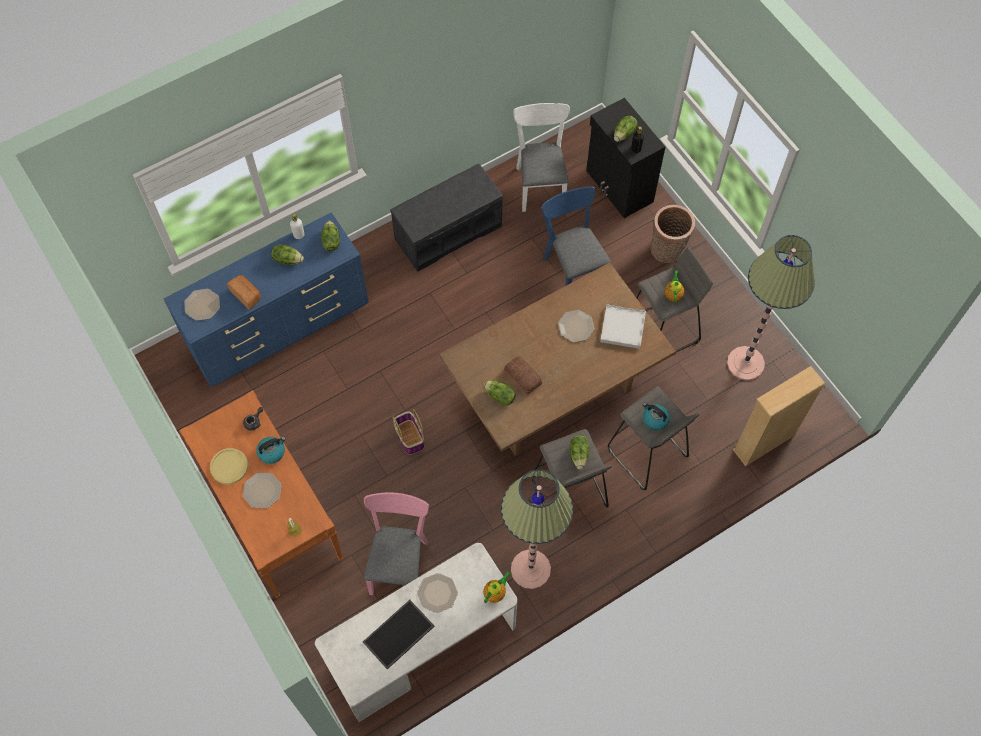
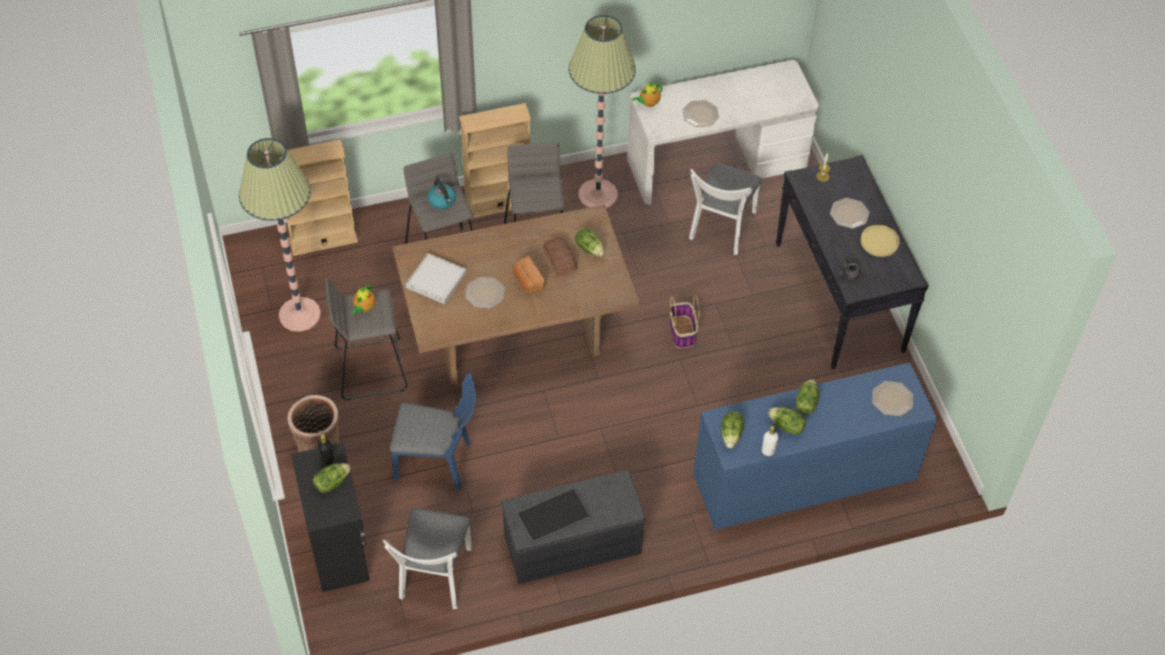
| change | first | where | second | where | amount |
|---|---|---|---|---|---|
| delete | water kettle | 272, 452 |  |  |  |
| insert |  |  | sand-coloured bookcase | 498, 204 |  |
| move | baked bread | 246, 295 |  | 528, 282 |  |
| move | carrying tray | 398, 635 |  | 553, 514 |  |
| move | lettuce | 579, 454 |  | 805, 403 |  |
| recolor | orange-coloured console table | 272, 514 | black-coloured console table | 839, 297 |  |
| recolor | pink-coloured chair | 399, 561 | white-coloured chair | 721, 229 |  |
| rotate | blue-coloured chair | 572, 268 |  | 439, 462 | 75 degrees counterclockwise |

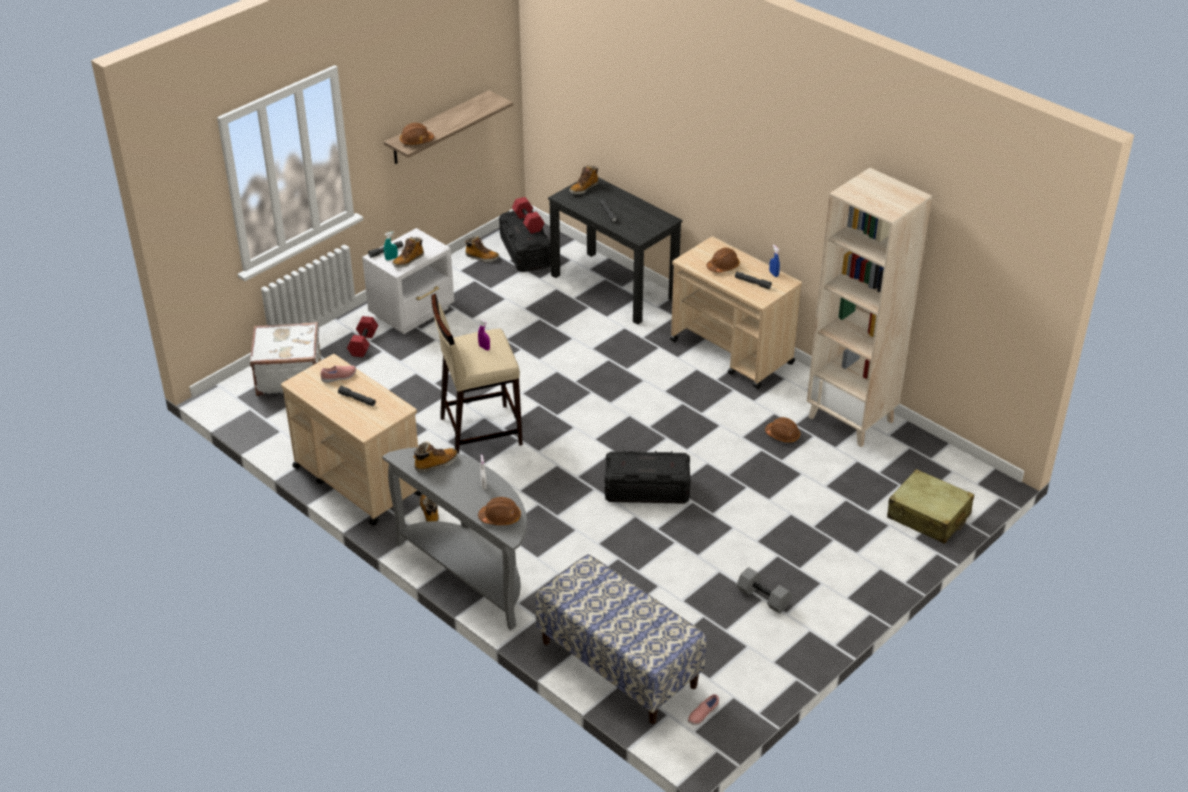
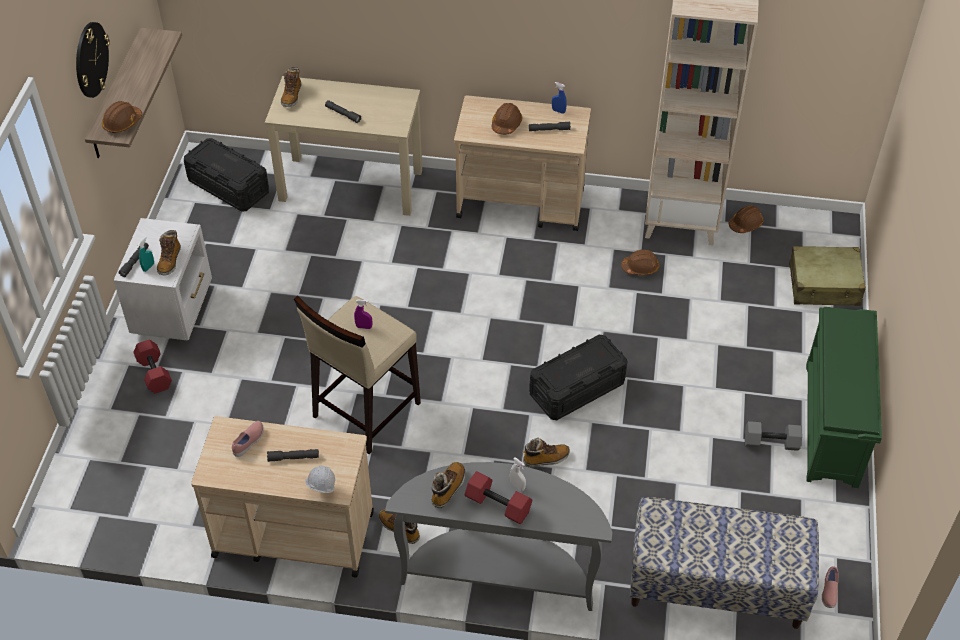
| change | first | where | second | where | amount |
|---|---|---|---|---|---|
| delete | white-coloured piece of luggage | 289, 376 |  |  |  |
| insert |  |  | clock on the wall | 91, 59 |  |
| insert |  |  | white-coloured hard hat | 320, 491 |  |
| insert |  |  | green shoe stand | 832, 425 |  |
| move | tall boot | 481, 257 |  | 546, 458 |  |
| move | brown hard hat | 500, 517 |  | 745, 224 |  |
| move | red dumbbell | 529, 222 |  | 499, 504 |  |
| recolor | black-coloured desk | 614, 287 | sand-coloured desk | 351, 185 |  |

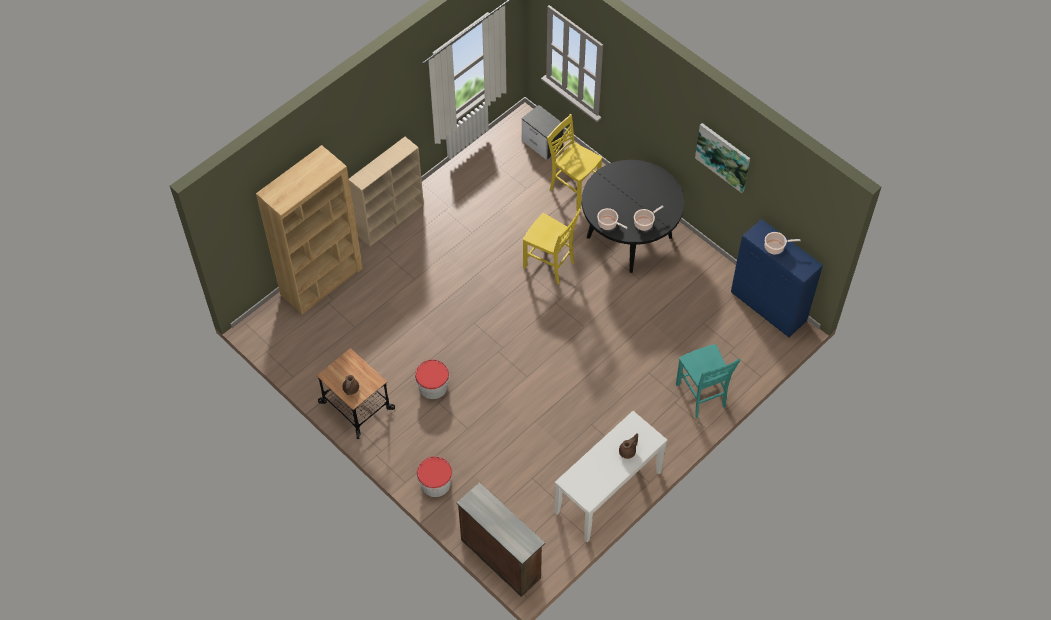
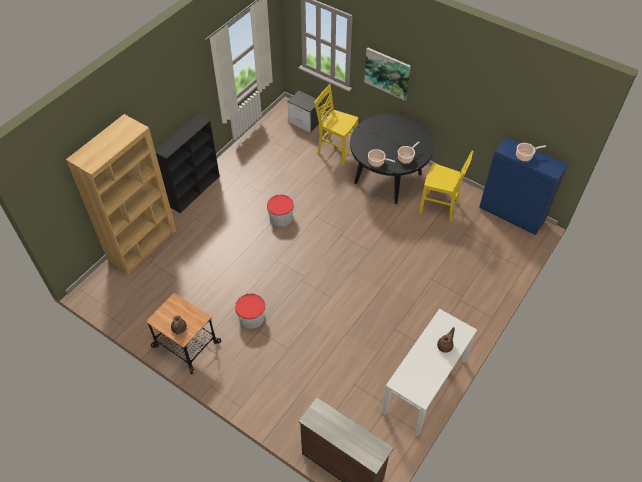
| change | first | where | second | where | amount |
|---|---|---|---|---|---|
| delete | turquoise-coloured chair | 701, 396 |  |  |  |
| move | water bucket | 435, 483 |  | 281, 217 |  |
| move | yellow chair | 550, 265 |  | 439, 208 |  |
| move | wall art | 723, 157 |  | 387, 73 |  |
| recolor | sand-coloured bookcase | 391, 219 | black-coloured bookcase | 194, 190 |  |

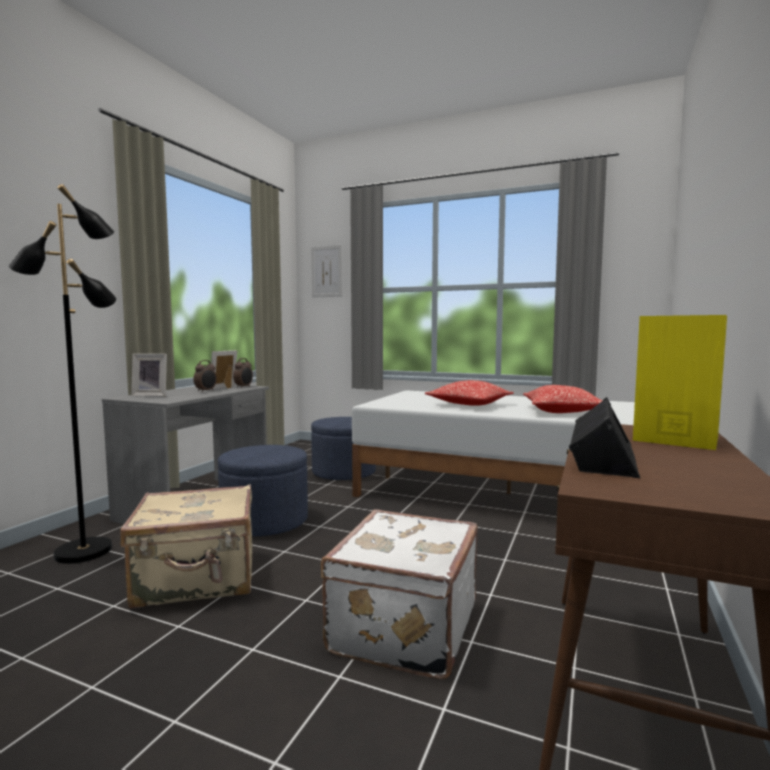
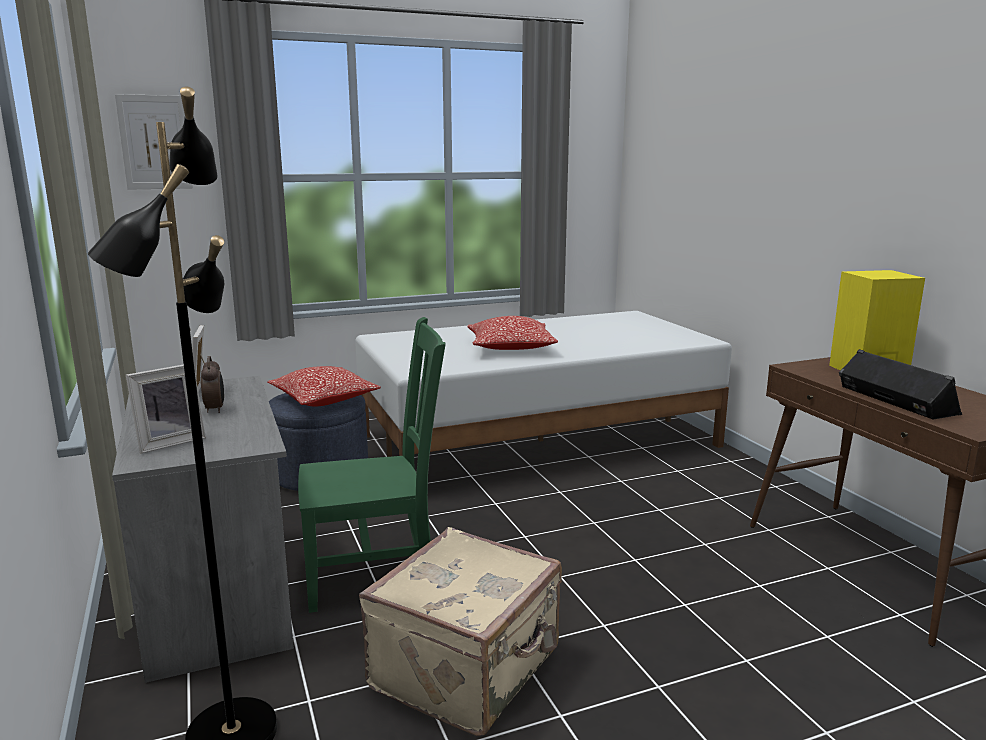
| change | first | where | second | where | amount |
|---|---|---|---|---|---|
| delete | bedside clock | 244, 387 |  |  |  |
| delete | white-coloured piece of luggage | 401, 627 |  |  |  |
| move | pillow | 562, 411 |  | 324, 399 |  |
| replace | blue-coloured ottoman | 264, 521 | green chair | 377, 574 |  |

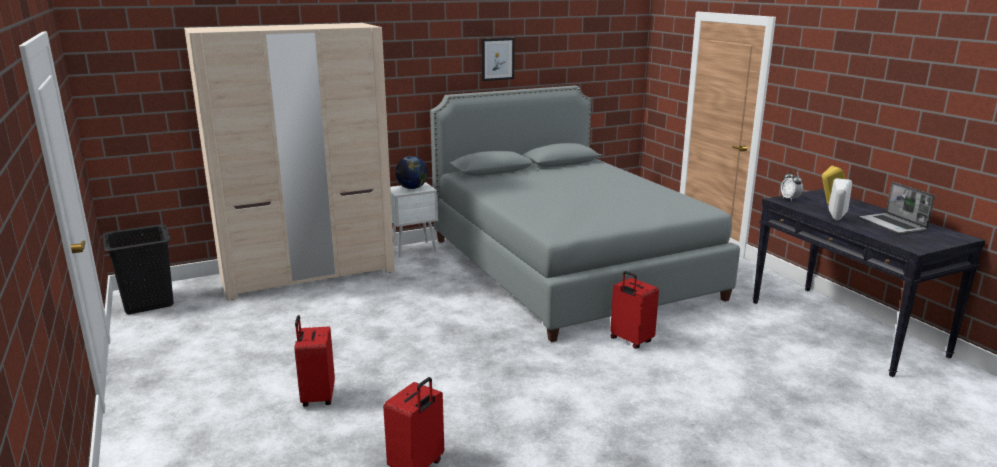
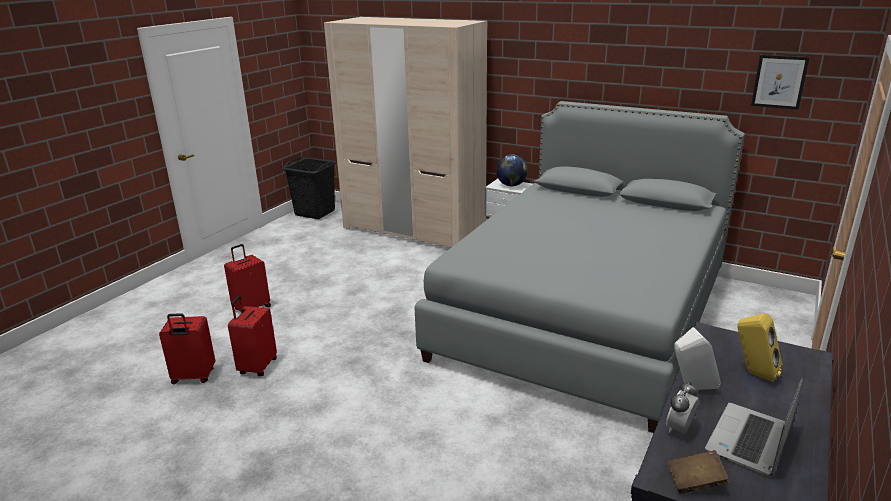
| change | first | where | second | where | amount |
|---|---|---|---|---|---|
| insert |  |  | brown book | 695, 482 |  |
| move | wall art | 497, 59 |  | 779, 81 |  |
| move | red piece of luggage | 630, 341 |  | 257, 367 |  |
| move | bedside clock | 790, 199 |  | 679, 429 |  |

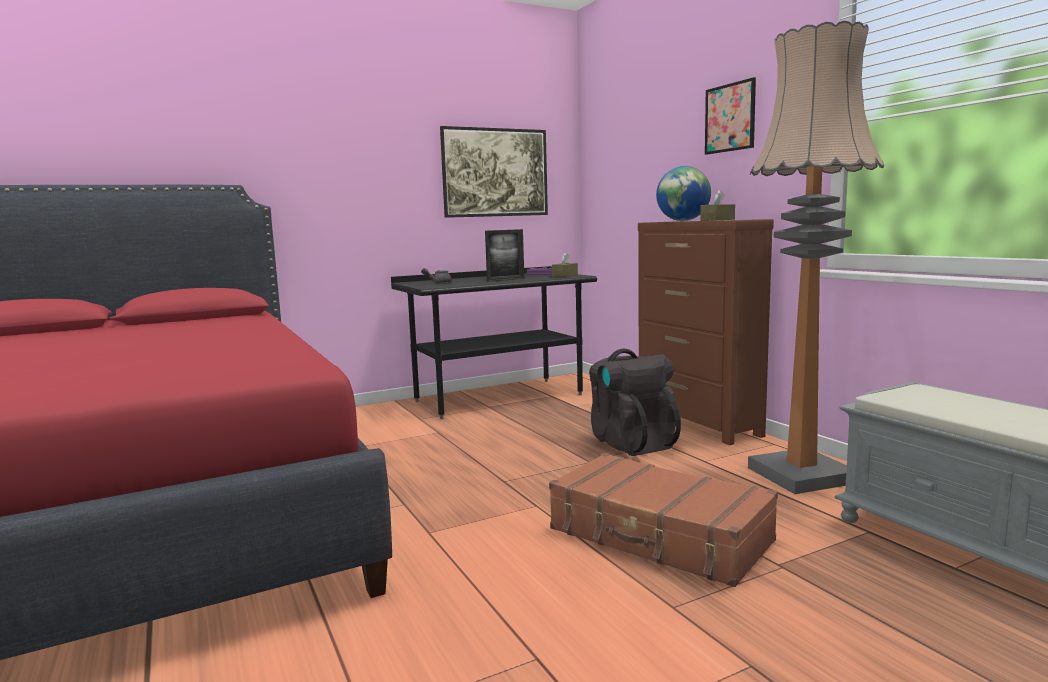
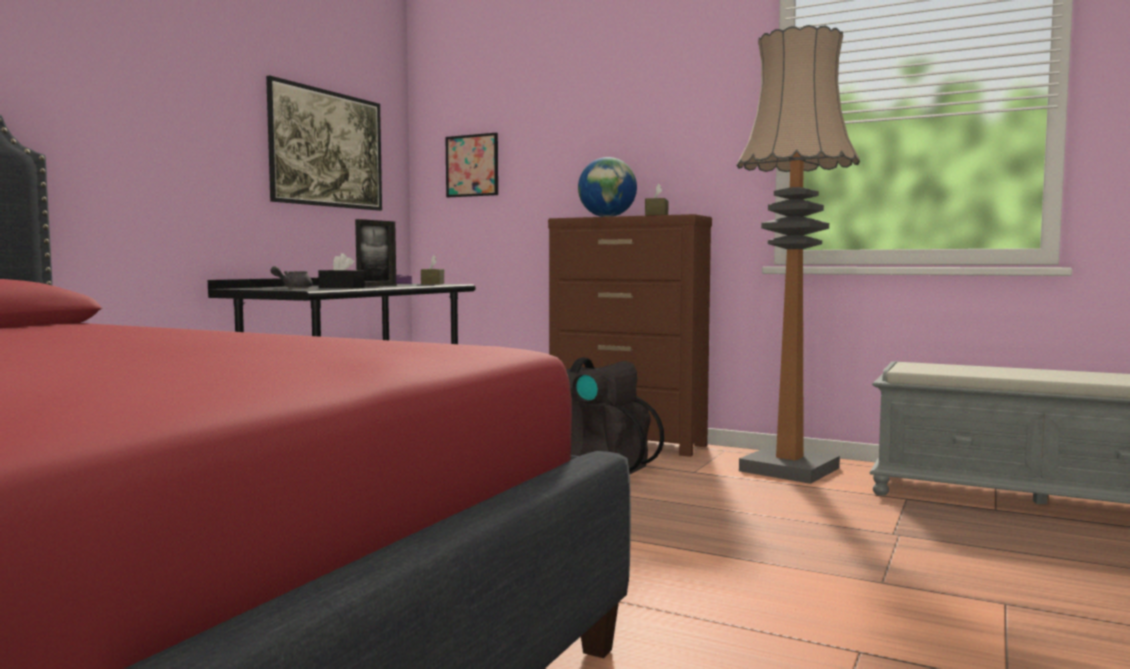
| change | first | where | second | where | amount |
|---|---|---|---|---|---|
| delete | brown piece of luggage | 659, 536 |  |  |  |
| insert |  |  | black-coloured tissue box | 341, 287 |  |
| move | wall art | 730, 118 |  | 472, 165 |  |

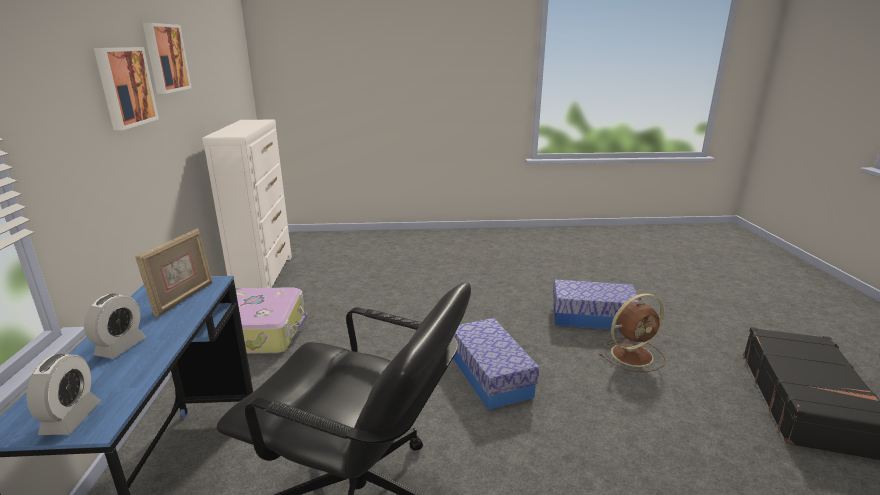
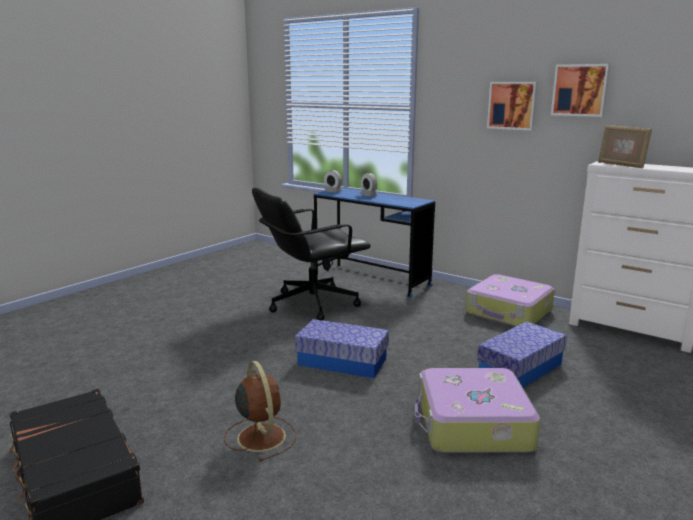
| change | first | where | second | where | amount |
|---|---|---|---|---|---|
| insert |  |  | piece of luggage | 472, 425 |  |
| move | standing frame | 183, 299 |  | 621, 165 |  |
| move | storage container | 592, 317 |  | 520, 369 |  |
| rotate | brown electric fan | 633, 354 |  | 260, 436 | 135 degrees clockwise |

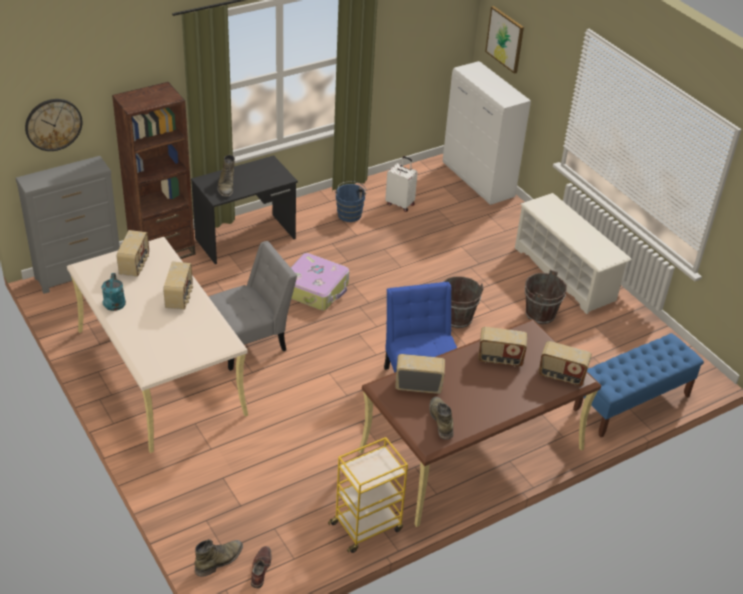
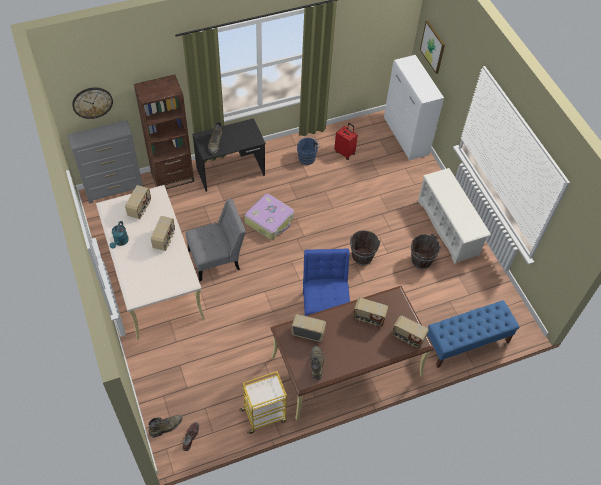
| change | first | where | second | where | amount |
|---|---|---|---|---|---|
| recolor | white-coloured piece of luggage | 400, 204 | red piece of luggage | 345, 152 |  |

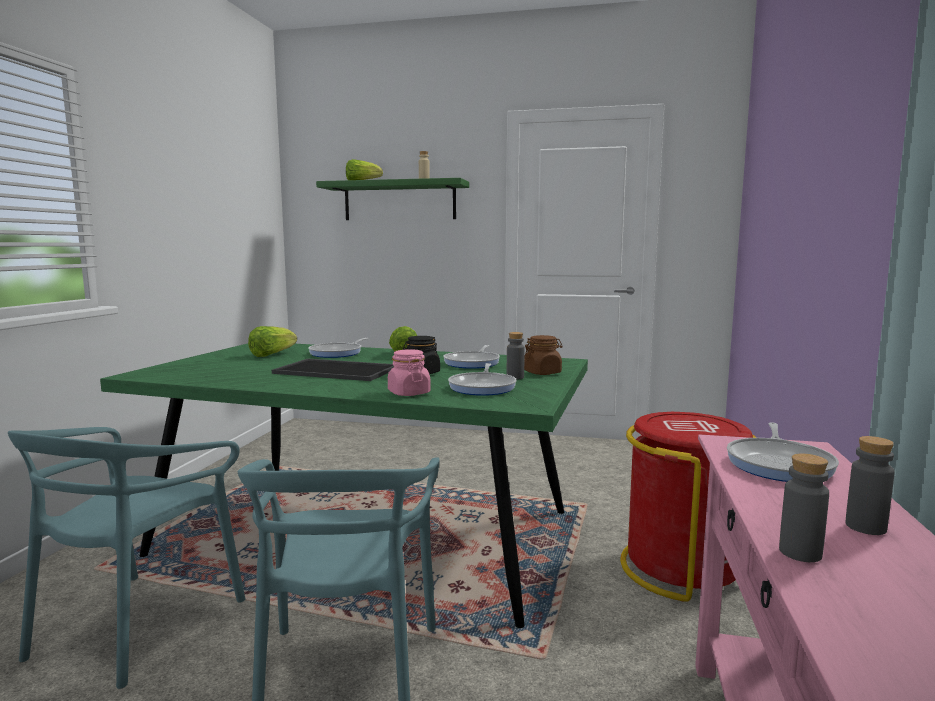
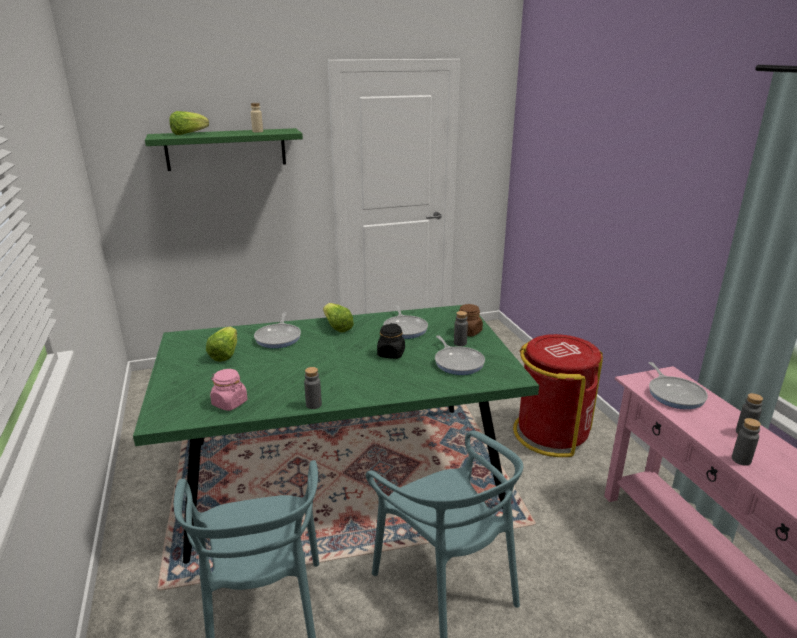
| change | first | where | second | where | amount |
|---|---|---|---|---|---|
| delete | carrying tray | 338, 370 |  |  |  |
| insert |  |  | greyish beverage bottle | 313, 405 |  |
| move | pink-coloured preserve jar | 408, 393 |  | 229, 403 |  |

